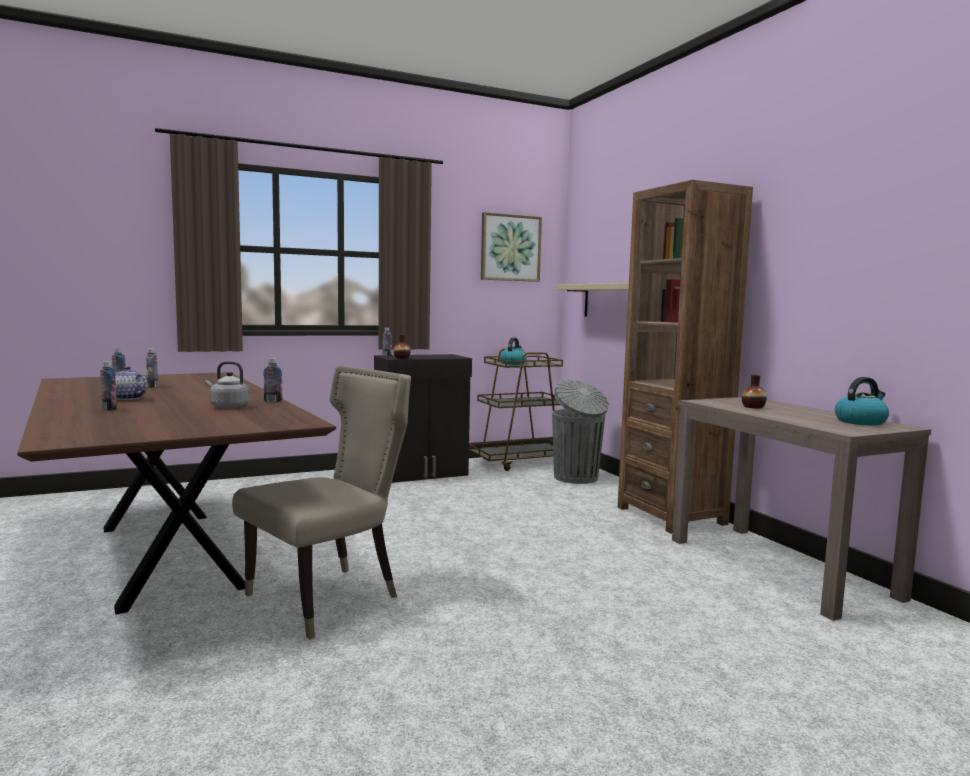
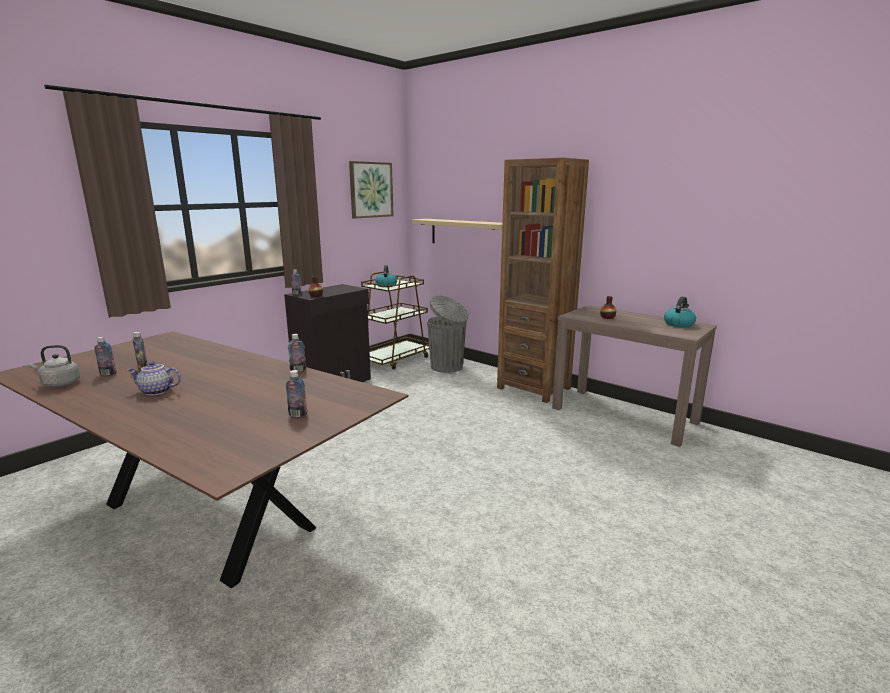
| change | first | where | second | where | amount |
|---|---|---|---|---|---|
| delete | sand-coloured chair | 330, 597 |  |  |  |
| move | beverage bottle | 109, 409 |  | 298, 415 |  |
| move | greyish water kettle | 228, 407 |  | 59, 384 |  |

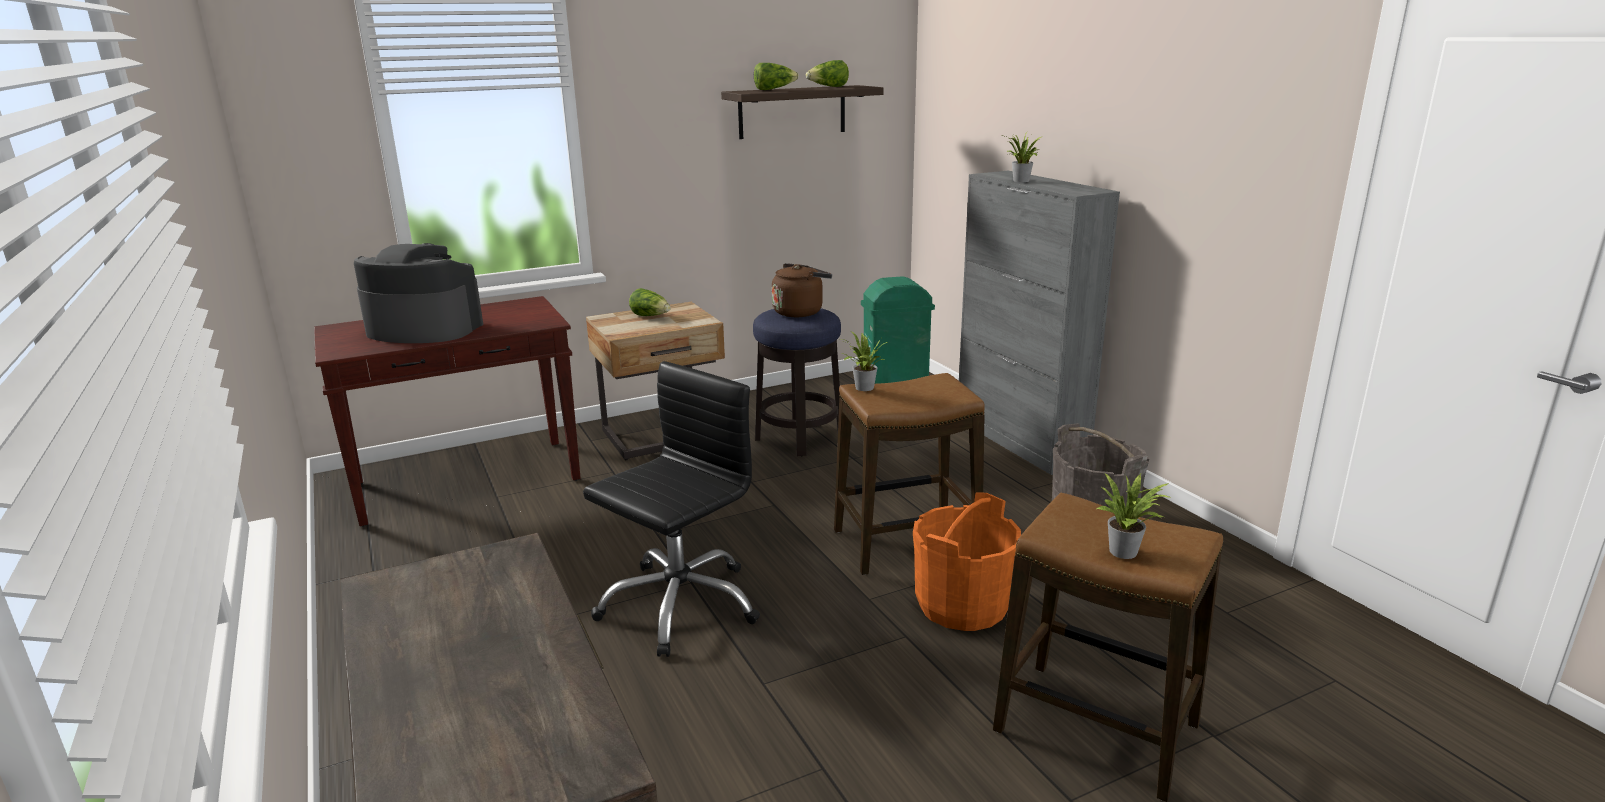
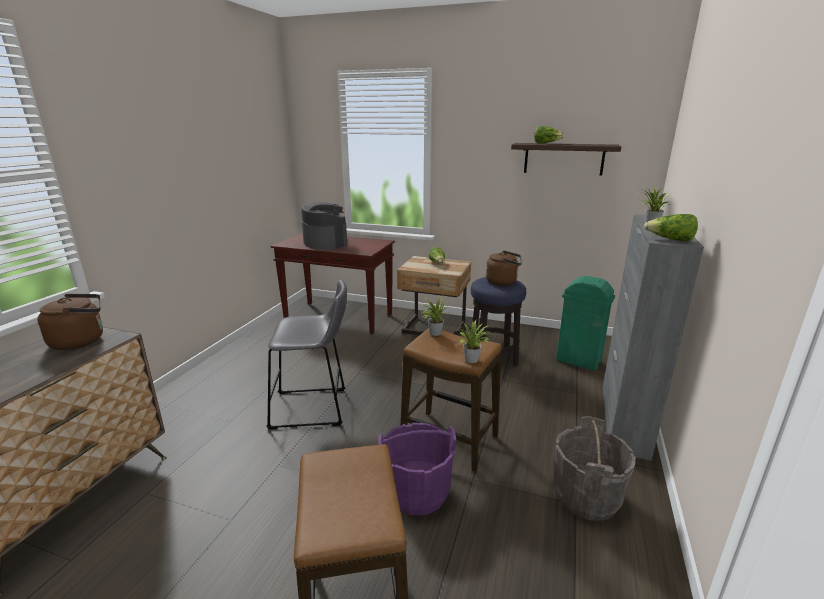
| change | first | where | second | where | amount |
|---|---|---|---|---|---|
| insert |  |  | brown water kettle | 81, 341 |  |
| move | lettuce | 828, 87 |  | 670, 240 |  |
| move | potted plant | 1127, 552 |  | 472, 360 |  |
| replace | black-coloured desk chair | 679, 604 | greyish sitting stool | 314, 408 |  |
| recolor | orange-coloured water bucket | 962, 605 | purple-coloured water bucket | 417, 492 |  |

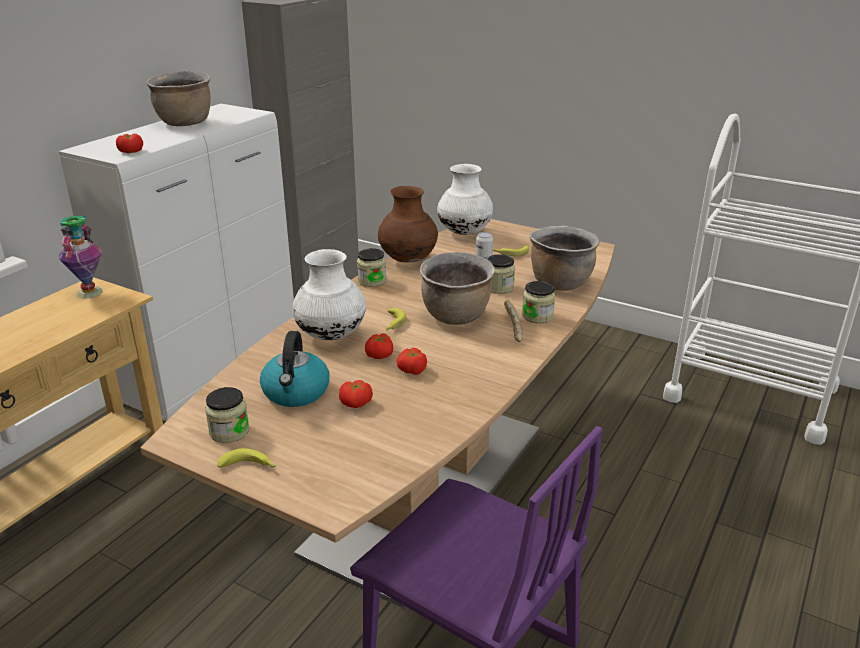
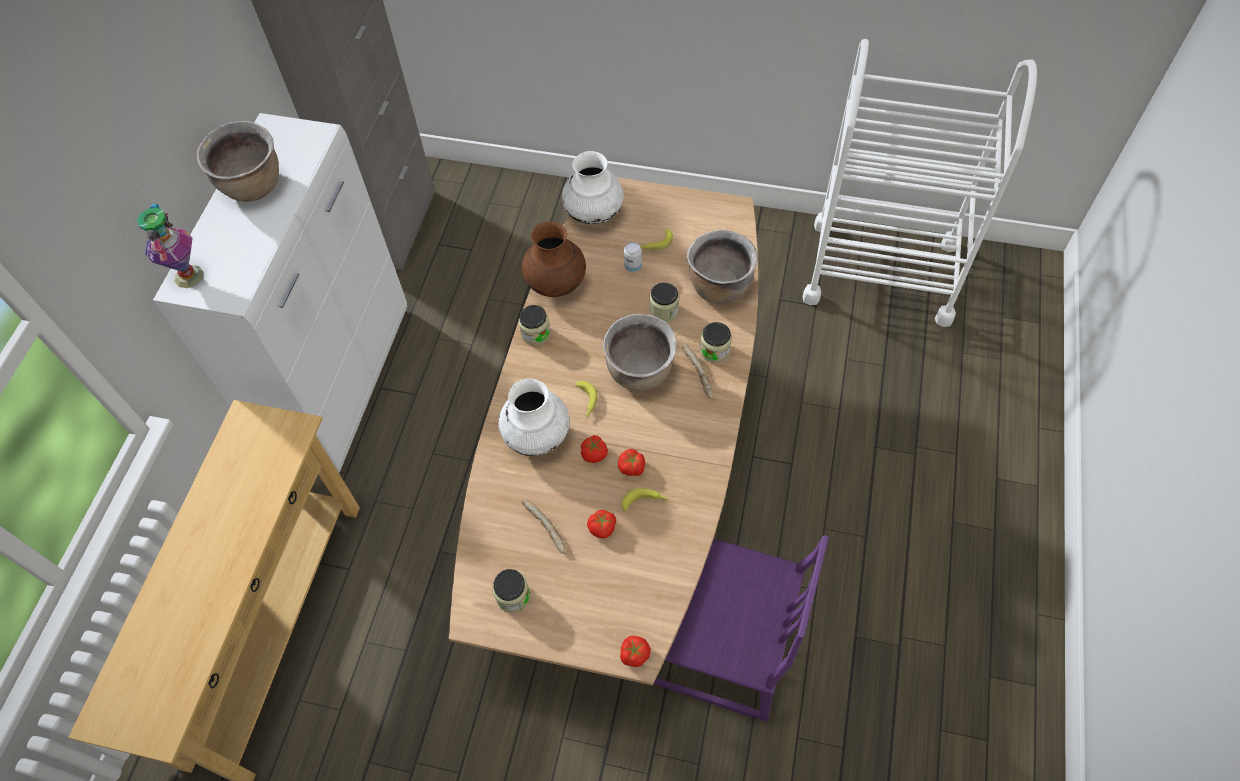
| change | first | where | second | where | amount |
|---|---|---|---|---|---|
| move | decorative vase | 89, 292 |  | 188, 276 |  |
| move | tomato | 131, 151 |  | 634, 654 |  |
| move | whole banana | 249, 467 |  | 645, 502 |  |
| replace | water kettle | 296, 392 | baked bread | 544, 529 |  |

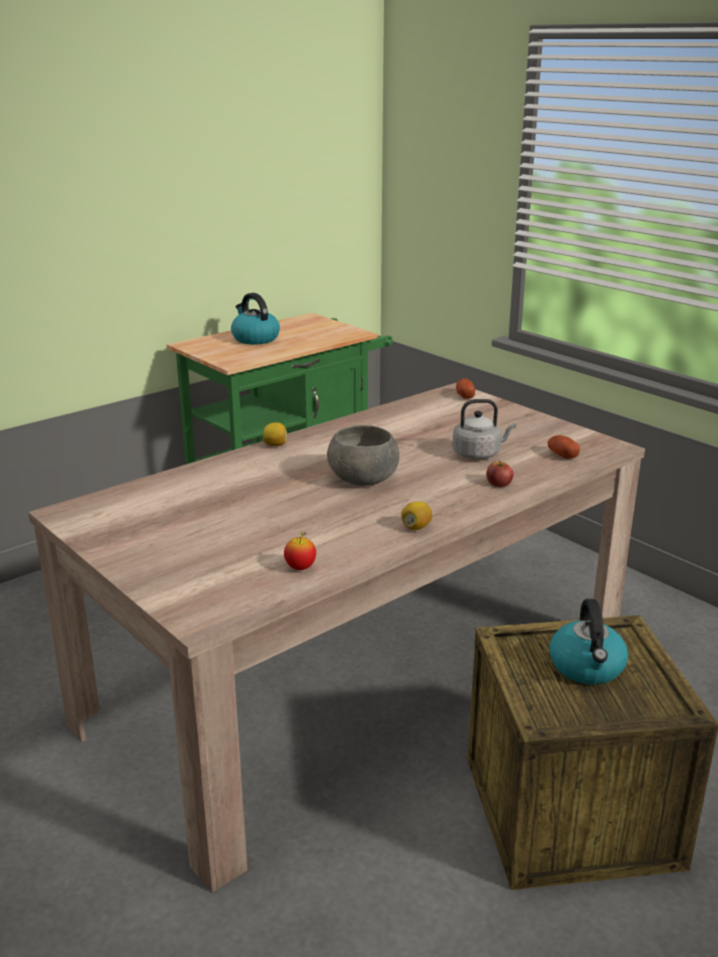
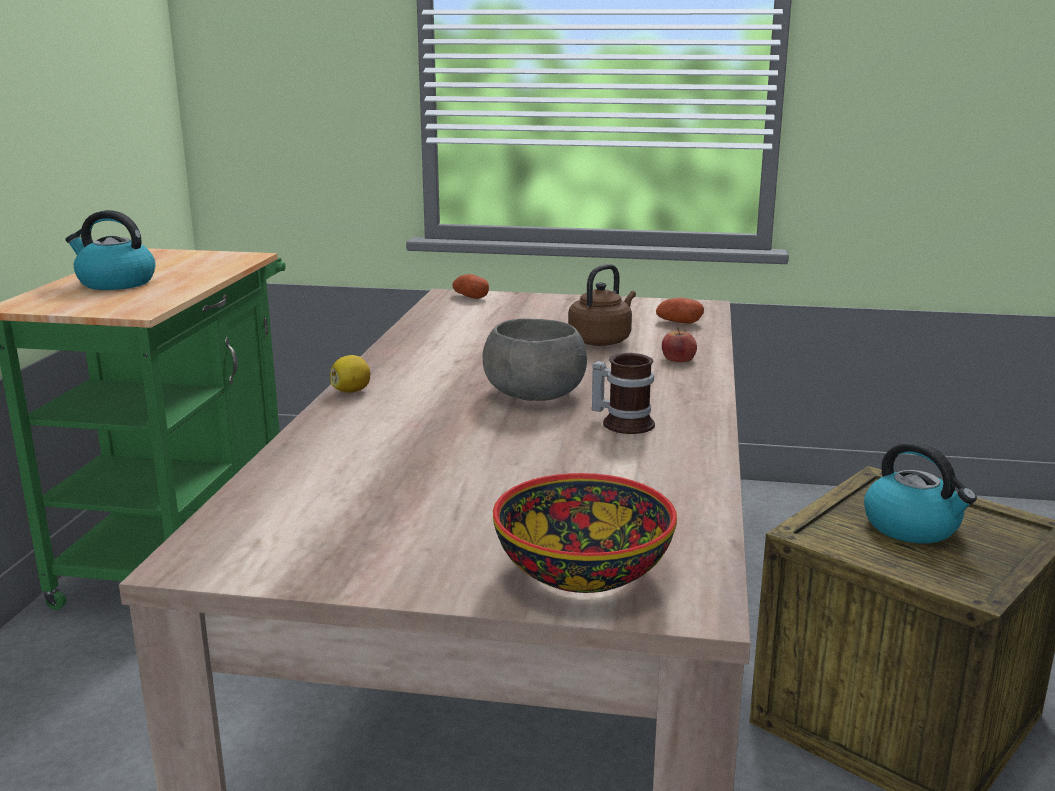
| change | first | where | second | where | amount |
|---|---|---|---|---|---|
| delete | whole apple | 300, 567 |  |  |  |
| delete | citrus fruit | 416, 527 |  |  |  |
| insert |  |  | bowl | 584, 572 |  |
| insert |  |  | mug | 624, 422 |  |
| recolor | greyish water kettle | 479, 454 | brown water kettle | 602, 340 |  |

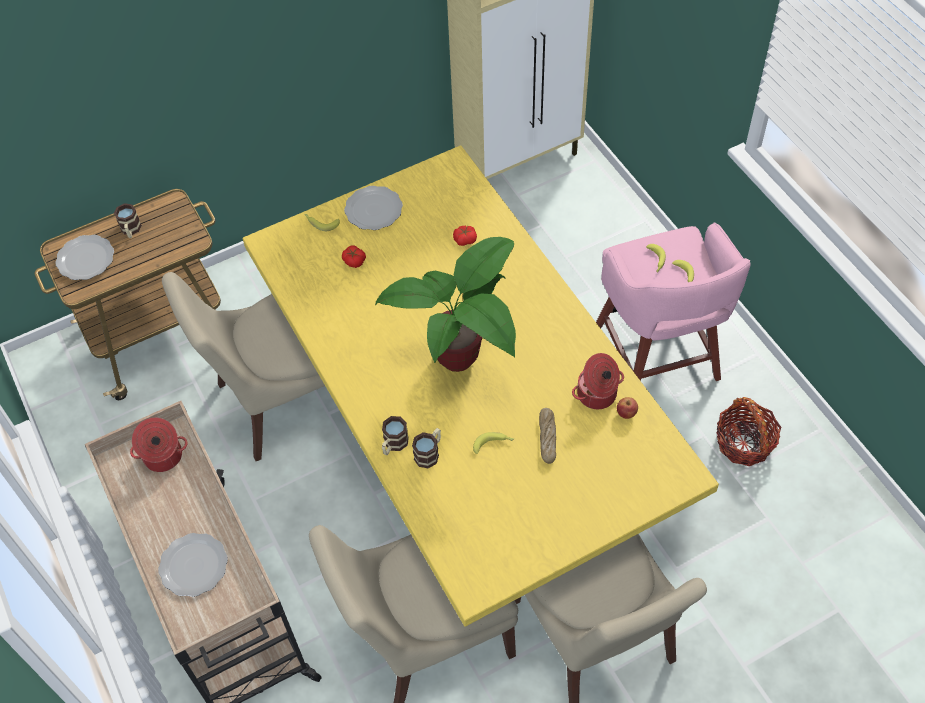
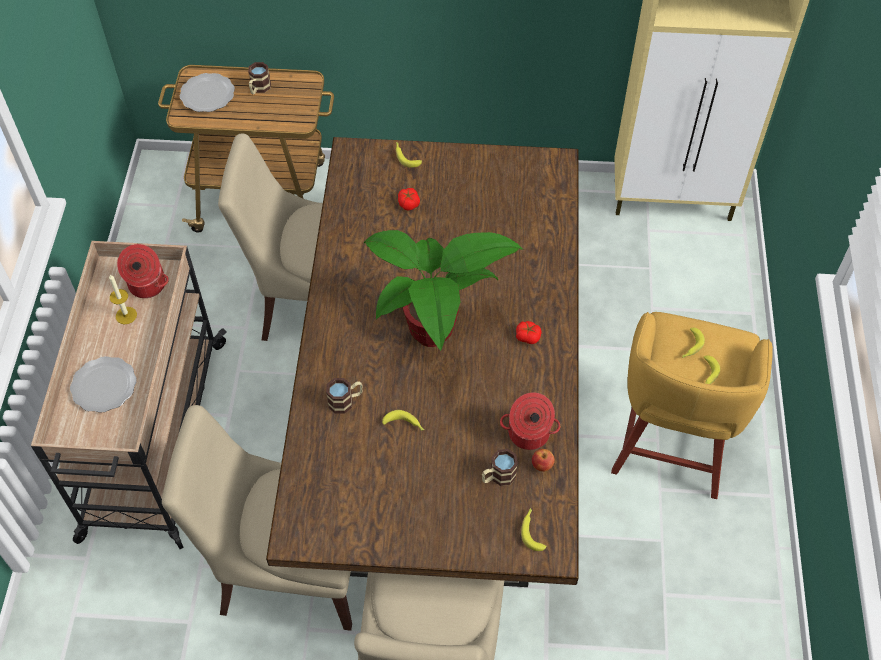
| change | first | where | second | where | amount |
|---|---|---|---|---|---|
| delete | flat dish | 374, 209 |  |  |  |
| delete | baked bread | 547, 438 |  |  |  |
| delete | household basket | 744, 443 |  |  |  |
| insert |  |  | wax light | 126, 315 |  |
| insert |  |  | whole banana | 532, 531 |  |
| move | mug | 393, 445 |  | 498, 477 |  |
| move | tomato | 465, 239 |  | 527, 336 |  |
| recolor | yellow kitchen table | 466, 448 | brown kitchen table | 440, 428 |  |
| recolor | pink-coloured sitting stool | 657, 357 | yellow sitting stool | 670, 445 |  |

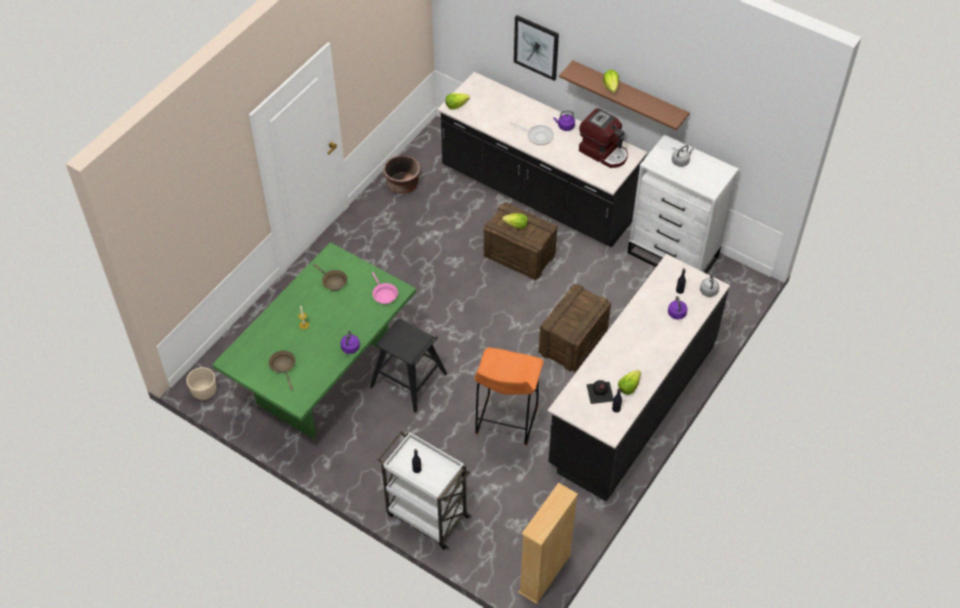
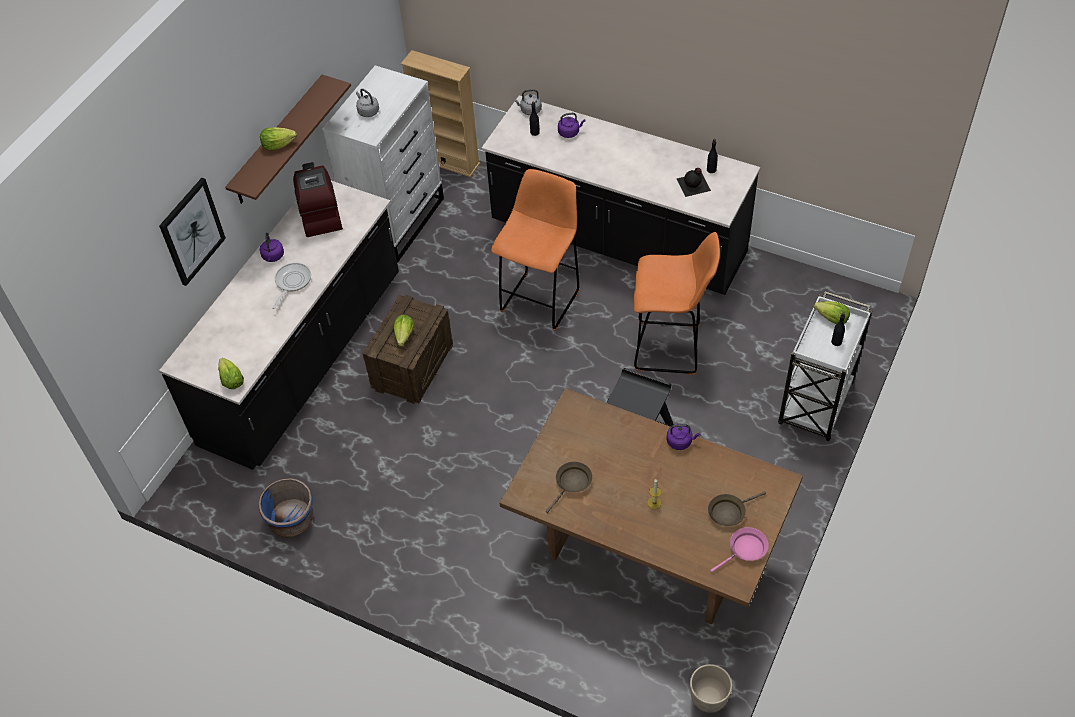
| change | first | where | second | where | amount |
|---|---|---|---|---|---|
| move | pink-coloured frying pan | 384, 294 |  | 745, 550 |  |
| move | sand-coloured bookcase | 544, 574 |  | 448, 161 |  |
| move | lettuce | 628, 387 |  | 831, 319 |  |
| replace | crate | 573, 342 | orange-coloured sitting stool | 541, 299 |  |
| recolor | green kitchen table | 324, 377 | brown kitchen table | 649, 550 |  |
| recolor | brown flower pot | 402, 184 | blue-coloured flower pot | 291, 519 |  |
| rotate | coffee maker | 603, 152 |  | 319, 214 | 45 degrees counterclockwise |

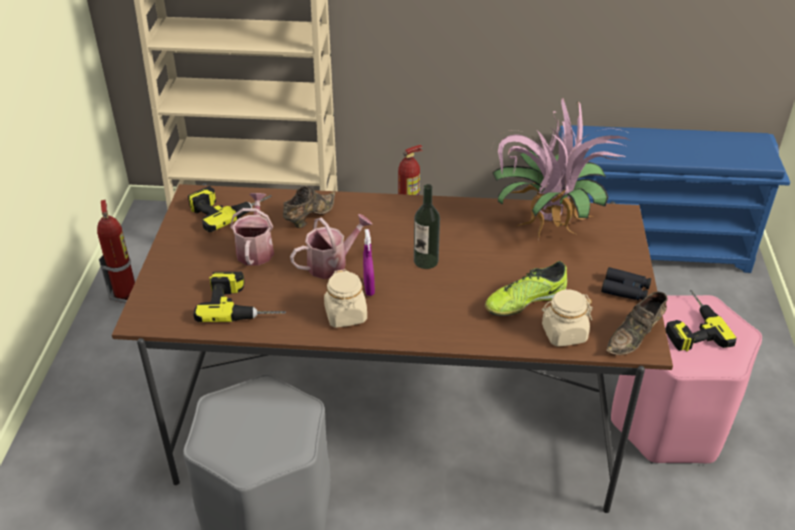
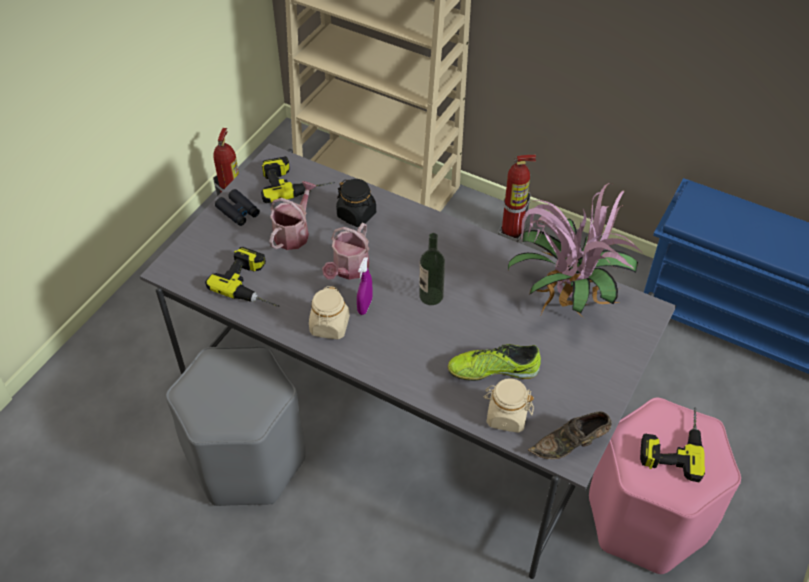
| change | first | where | second | where | amount |
|---|---|---|---|---|---|
| move | black-coloured binoculars | 625, 289 |  | 238, 212 |  |
| replace | brown item of footwear | 309, 217 | black-coloured preserve jar | 357, 215 |  |
| recolor | brown kitchen table | 397, 406 | greyish kitchen table | 404, 403 |  |
| rotate | sprinkling can | 332, 264 |  | 348, 270 | 120 degrees clockwise |

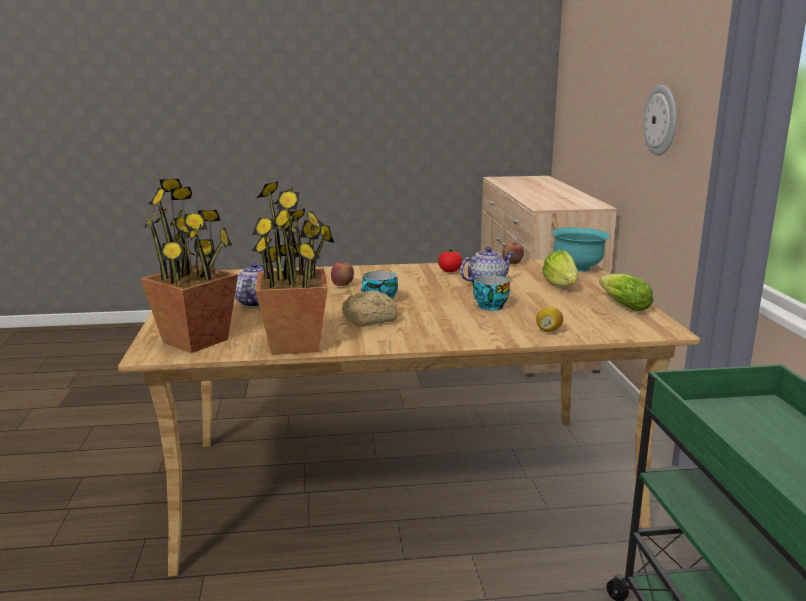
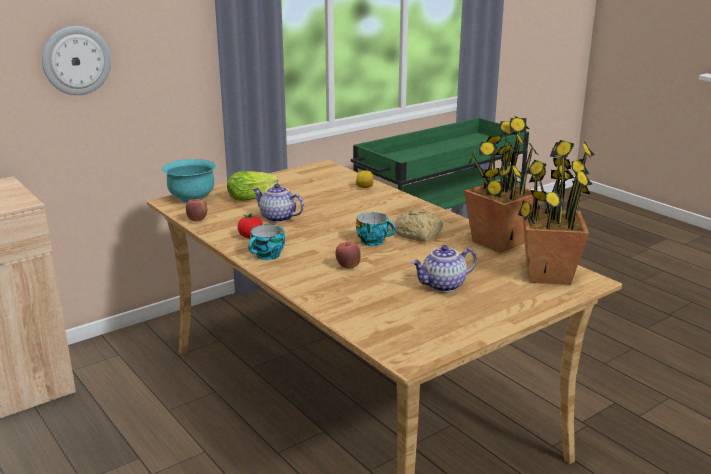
| change | first | where | second | where | amount |
|---|---|---|---|---|---|
| delete | lettuce | 621, 305 |  |  |  |
| move | cup | 488, 306 |  | 267, 256 |  |

